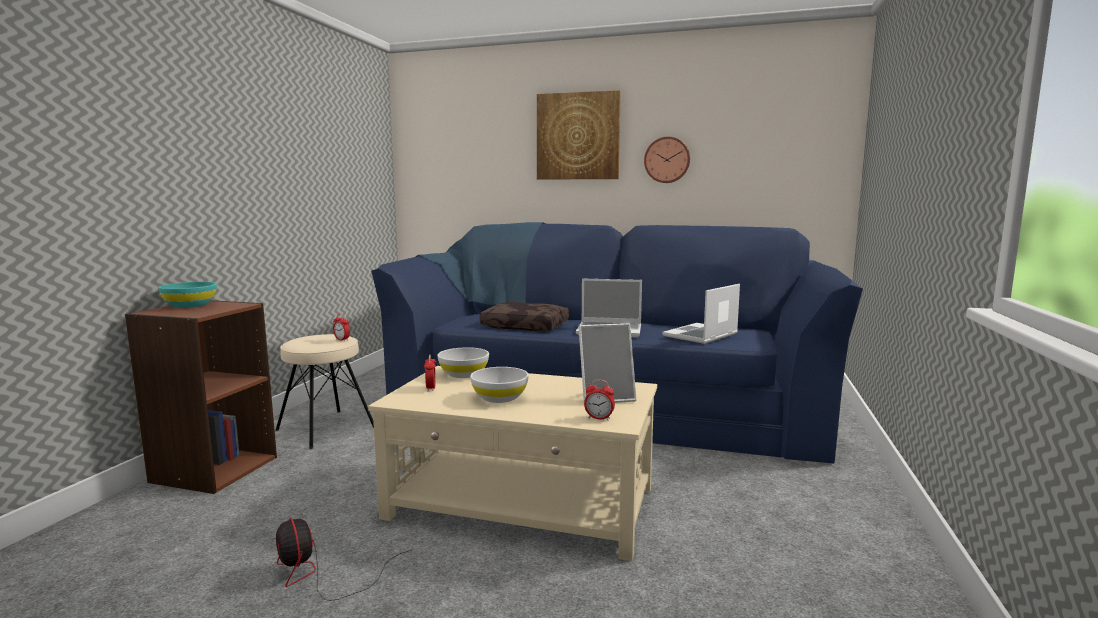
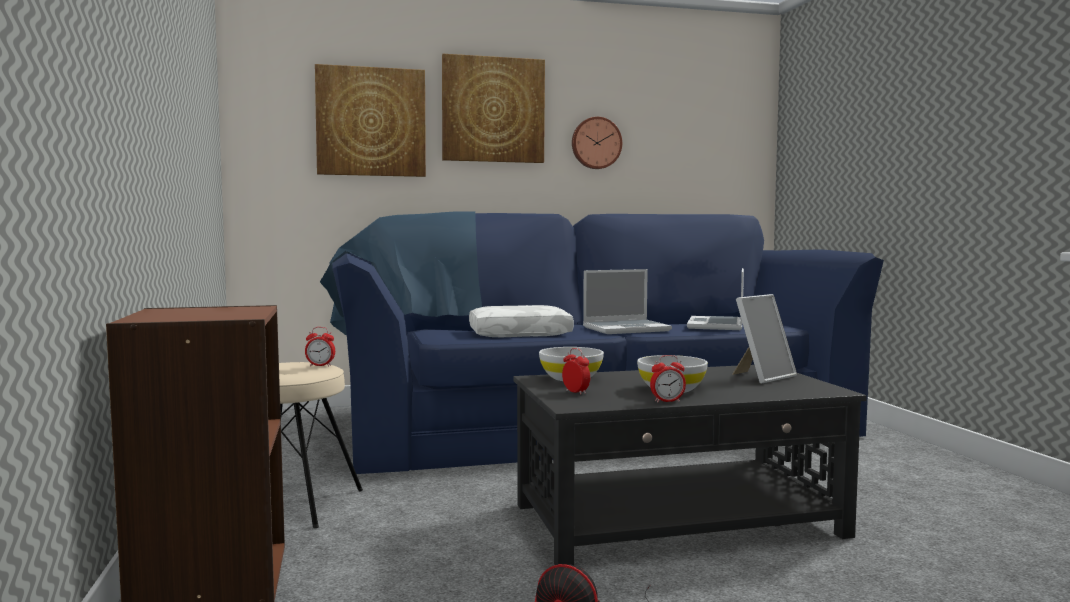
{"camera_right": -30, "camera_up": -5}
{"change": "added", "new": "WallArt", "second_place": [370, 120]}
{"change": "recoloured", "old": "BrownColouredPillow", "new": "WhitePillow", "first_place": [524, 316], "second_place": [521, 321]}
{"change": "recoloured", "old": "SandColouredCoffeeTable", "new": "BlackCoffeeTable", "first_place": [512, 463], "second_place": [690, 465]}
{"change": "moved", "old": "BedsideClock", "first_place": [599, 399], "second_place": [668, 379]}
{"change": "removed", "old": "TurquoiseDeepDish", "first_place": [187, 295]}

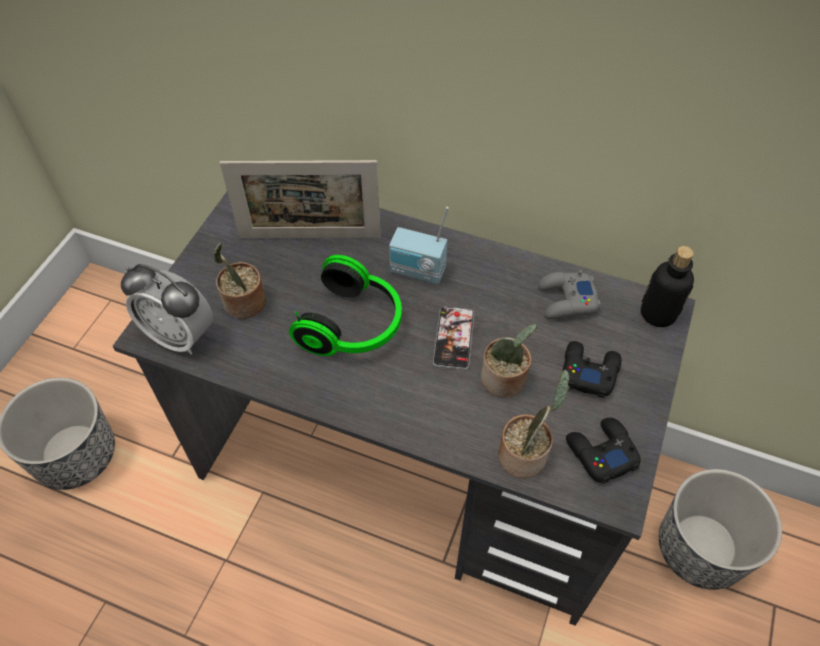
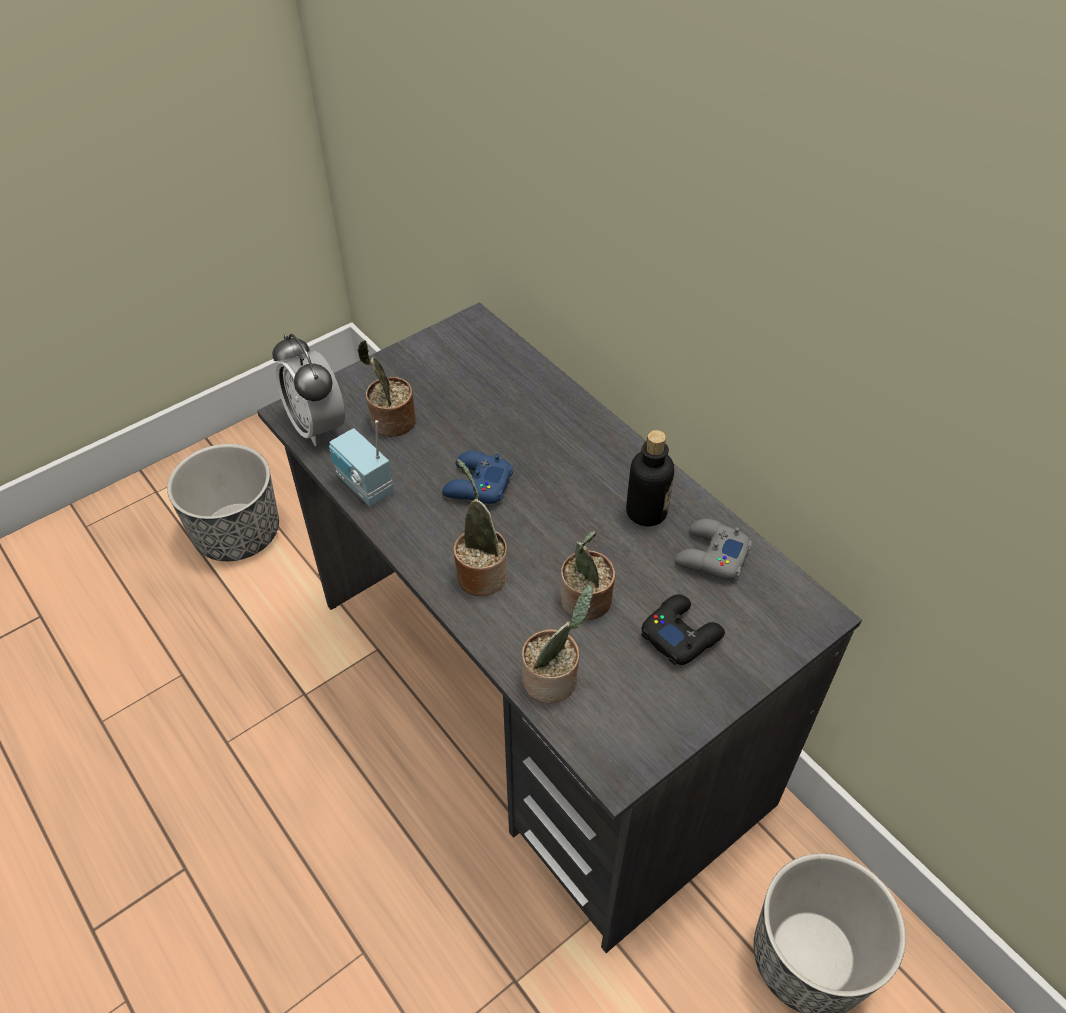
{"camera_right": 30, "camera_up": -5}
{"change": "moved", "old": "RadioReceiver", "first_place": [419, 245], "second_place": [361, 463]}
{"change": "replaced", "old": "Headset", "new": "BlueColouredGameController", "first_place": [345, 305], "second_place": [477, 477]}
{"change": "added", "new": "PottedPlant", "second_place": [480, 527]}
{"change": "moved", "old": "Bottle", "first_place": [667, 286], "second_place": [650, 478]}
{"change": "removed", "old": "PhotoFrame", "first_place": [300, 199]}
{"change": "removed", "old": "Telephone", "first_place": [454, 338]}
{"change": "removed", "old": "BlackGameController", "first_place": [603, 451]}

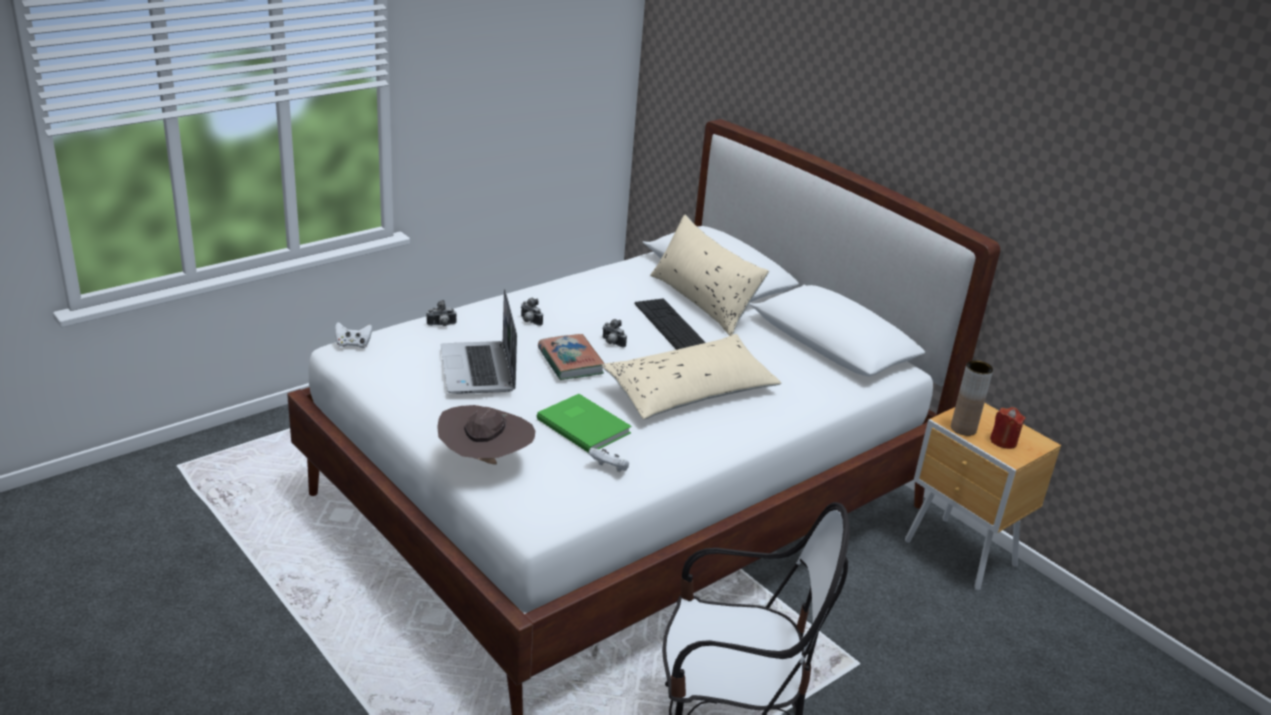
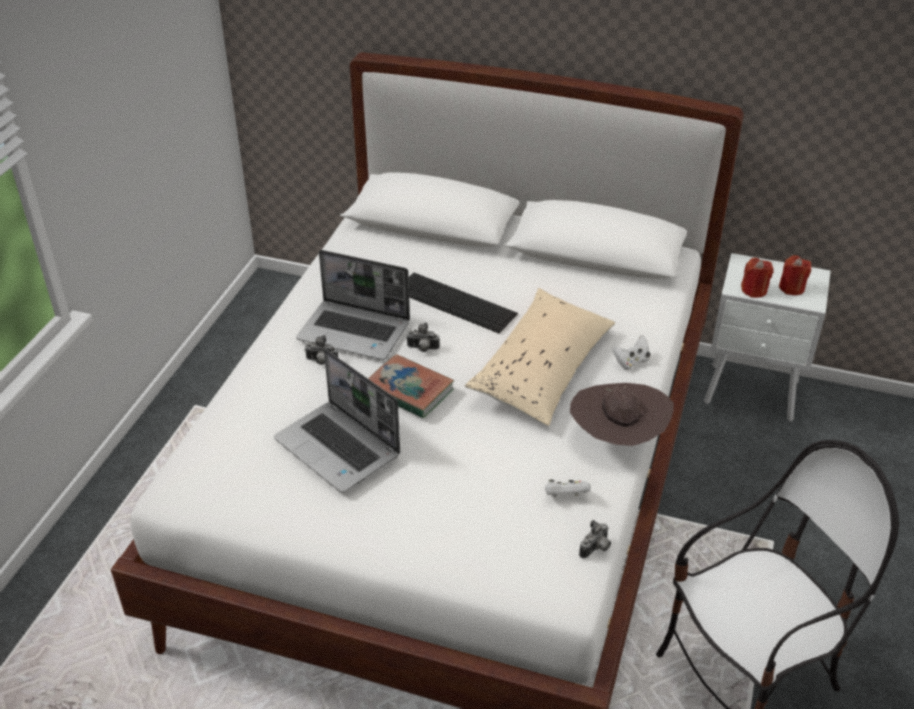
{"camera_right": -30, "camera_up": 10}
{"change": "added", "new": "Laptop", "second_place": [353, 305]}
{"change": "moved", "old": "BrownColouredClothingHat", "first_place": [486, 435], "second_place": [622, 414]}
{"change": "moved", "old": "PhotoCamera", "first_place": [441, 313], "second_place": [595, 539]}
{"change": "moved", "old": "WhiteGameController", "first_place": [353, 335], "second_place": [631, 352]}
{"change": "recoloured", "old": "BrownColouredNightstand", "new": "WhiteNightstand", "first_place": [983, 497], "second_place": [767, 337]}
{"change": "replaced", "old": "BrownColouredFlowerVase", "new": "RedWaxLight", "first_place": [972, 398], "second_place": [757, 278]}
{"change": "removed", "old": "GreenBook", "first_place": [584, 423]}
{"change": "removed", "old": "SandColouredPillow", "first_place": [709, 275]}

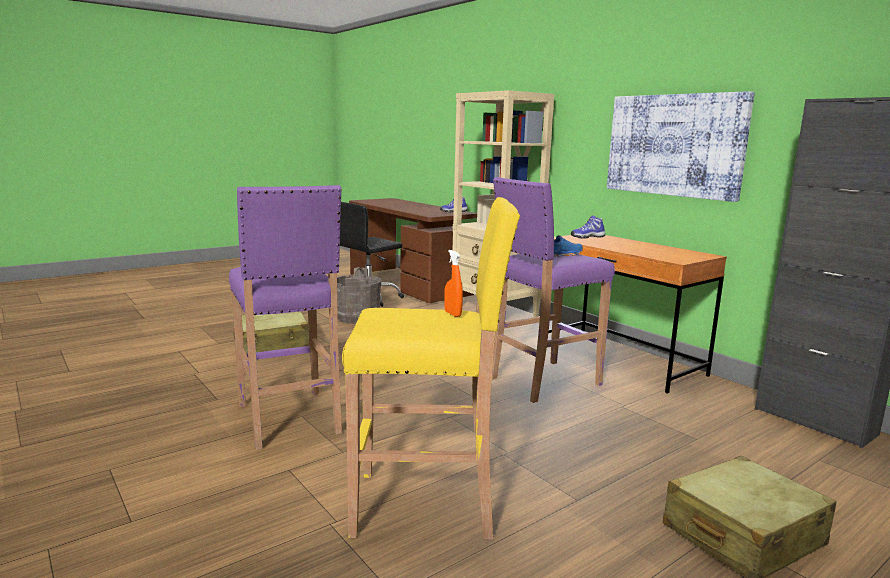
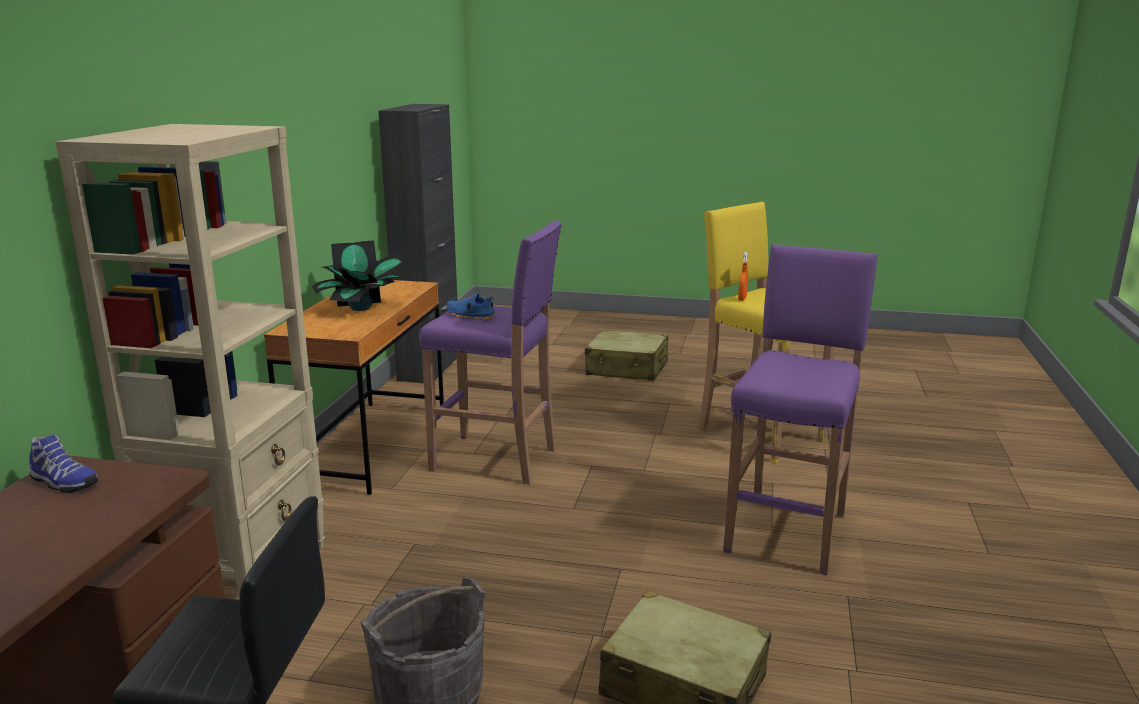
{"camera_right": -130, "camera_up": 5}
{"change": "added", "new": "PottedPlant", "second_place": [359, 275]}
{"change": "removed", "old": "Shoe", "first_place": [588, 226]}
{"change": "removed", "old": "WallArt", "first_place": [681, 146]}

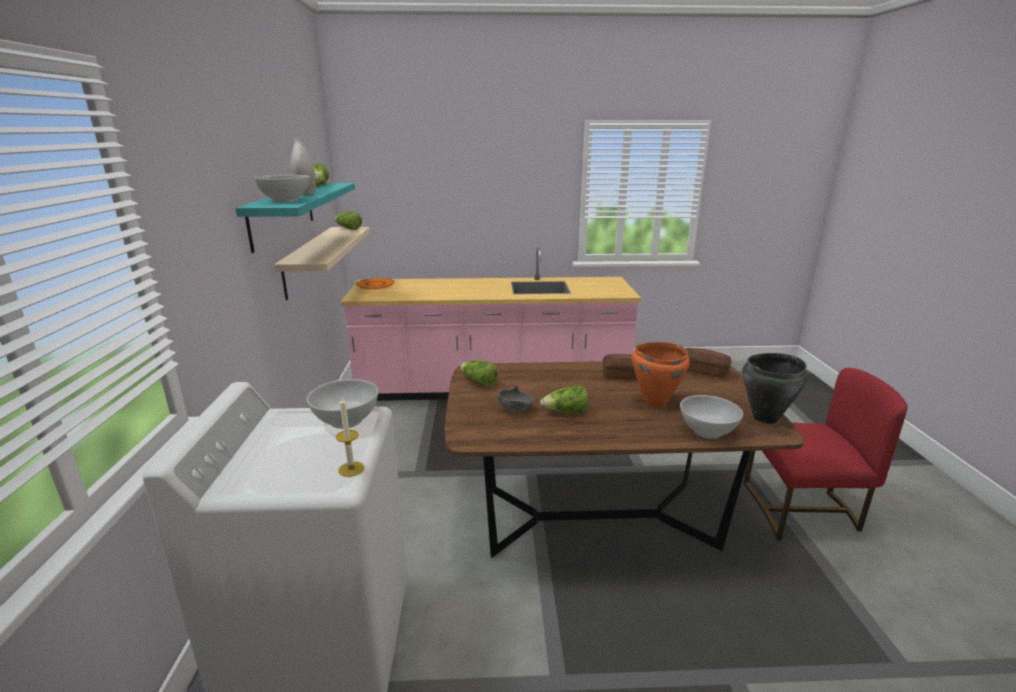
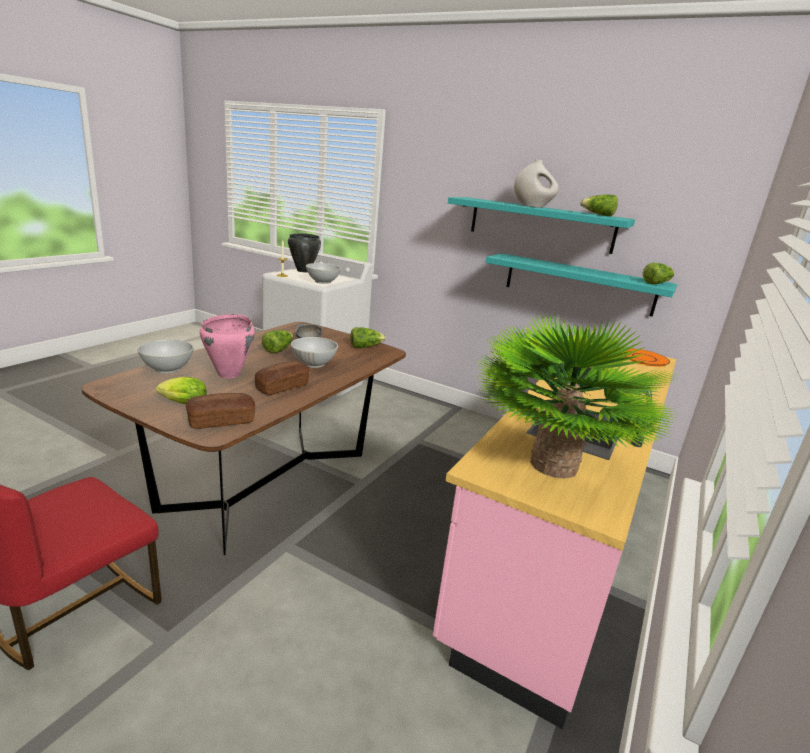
{"camera_right": 120, "camera_up": 0}
{"change": "added", "new": "HeadOfLettuce", "second_place": [181, 390]}
{"change": "recoloured", "old": "OrangeSaucepot", "new": "PinkishSaucepot", "first_place": [661, 375], "second_place": [227, 346]}
{"change": "moved", "old": "BlackSaucepot", "first_place": [775, 388], "second_place": [304, 252]}
{"change": "moved", "old": "WhiteDeepDish", "first_place": [282, 188], "second_place": [314, 352]}
{"change": "added", "new": "PottedPlant", "second_place": [577, 395]}
{"change": "recoloured", "old": "SandColouredWallShelf", "new": "TurquoiseWallShelf", "first_place": [322, 263], "second_place": [581, 285]}

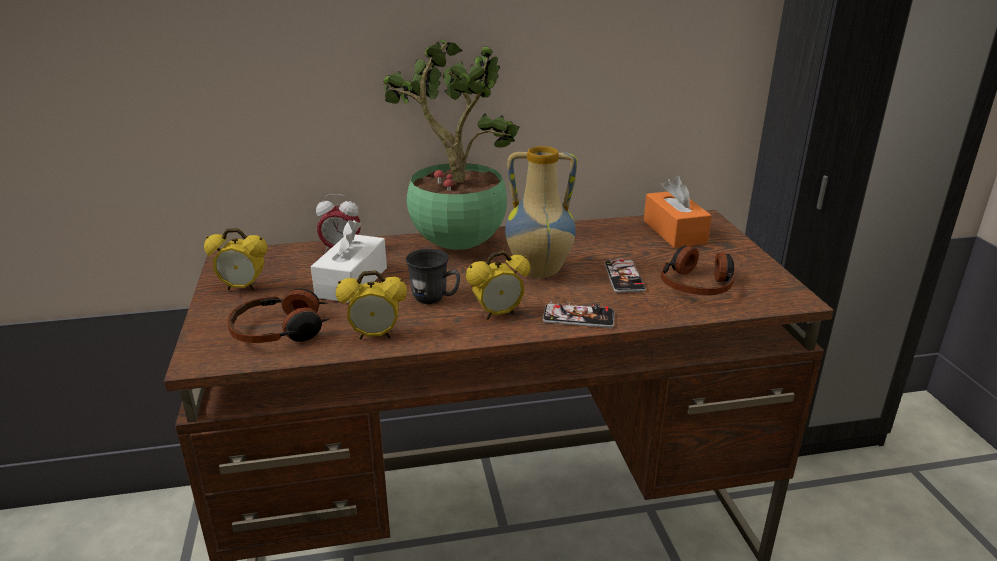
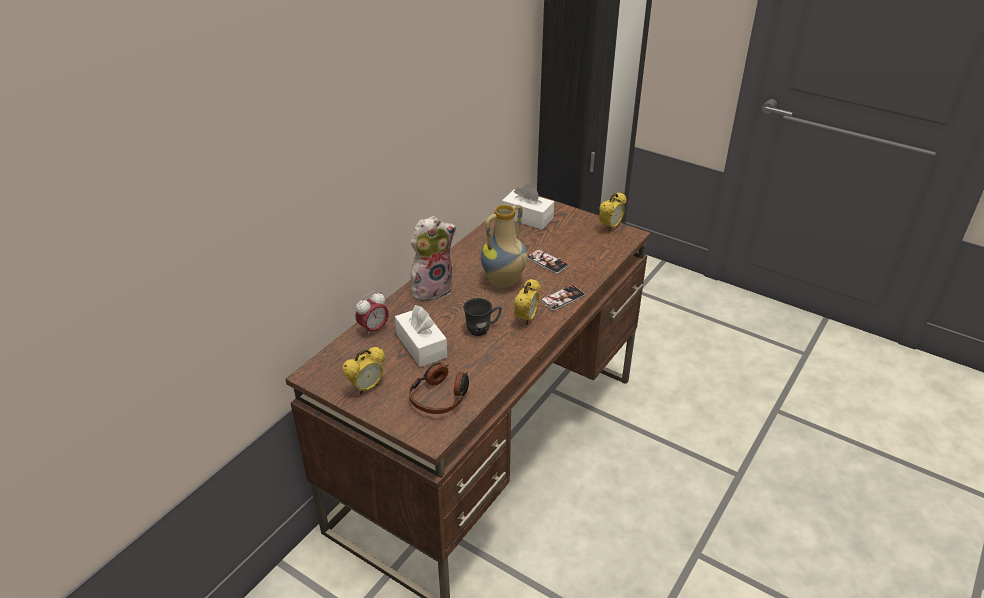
{"camera_right": -45, "camera_up": 10}
{"change": "replaced", "old": "PottedPlant", "new": "CuddlyToy", "first_place": [451, 144], "second_place": [433, 259]}
{"change": "recoloured", "old": "OrangeTissueBox", "new": "WhiteTissueBox", "first_place": [678, 212], "second_place": [528, 206]}
{"change": "moved", "old": "BedsideClock", "first_place": [371, 305], "second_place": [613, 212]}
{"change": "removed", "old": "Headset", "first_place": [697, 270]}

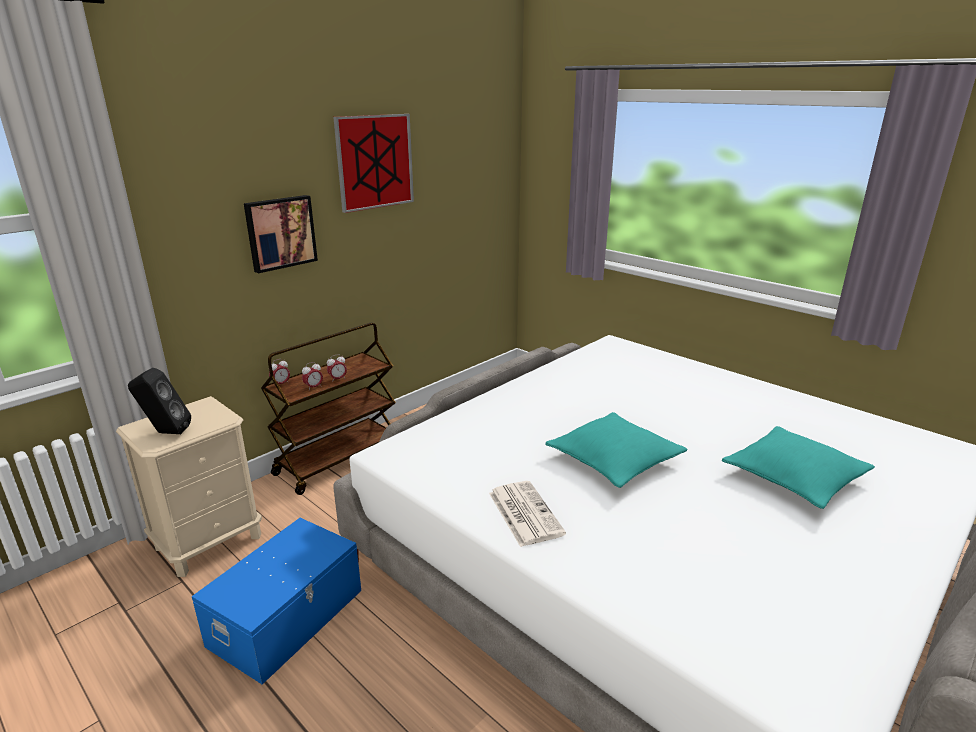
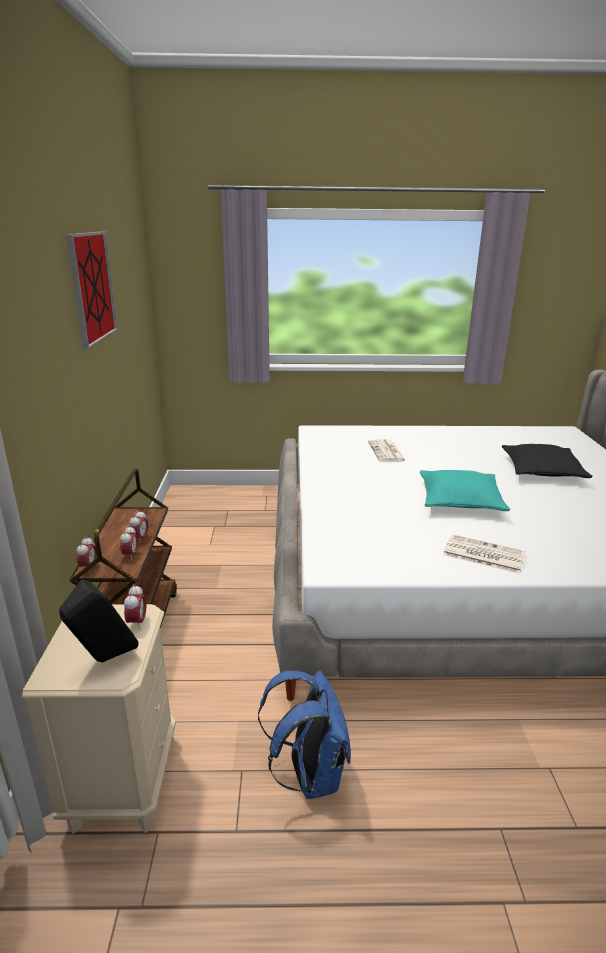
{"camera_right": -45, "camera_up": 0}
{"change": "added", "new": "BedsideClock", "second_place": [135, 607]}
{"change": "replaced", "old": "BlueColouredStorageBin", "new": "BlueColouredRucksack", "first_place": [276, 601], "second_place": [304, 735]}
{"change": "added", "new": "PrintedPaper", "second_place": [387, 450]}
{"change": "recoloured", "old": "TurquoisePillow", "new": "BlackPillow", "first_place": [798, 467], "second_place": [547, 461]}
{"change": "removed", "old": "WallArt", "first_place": [281, 234]}

